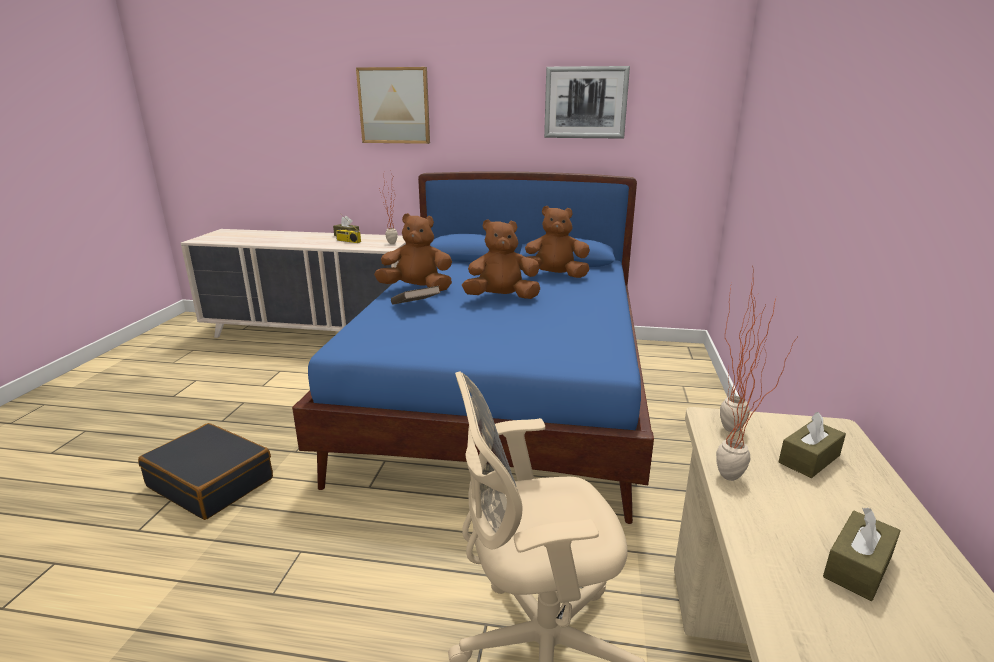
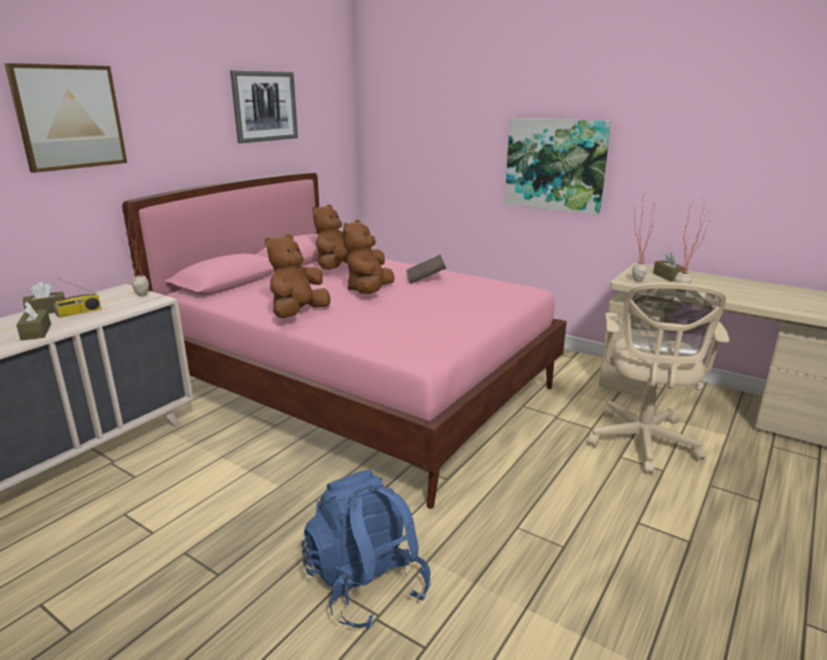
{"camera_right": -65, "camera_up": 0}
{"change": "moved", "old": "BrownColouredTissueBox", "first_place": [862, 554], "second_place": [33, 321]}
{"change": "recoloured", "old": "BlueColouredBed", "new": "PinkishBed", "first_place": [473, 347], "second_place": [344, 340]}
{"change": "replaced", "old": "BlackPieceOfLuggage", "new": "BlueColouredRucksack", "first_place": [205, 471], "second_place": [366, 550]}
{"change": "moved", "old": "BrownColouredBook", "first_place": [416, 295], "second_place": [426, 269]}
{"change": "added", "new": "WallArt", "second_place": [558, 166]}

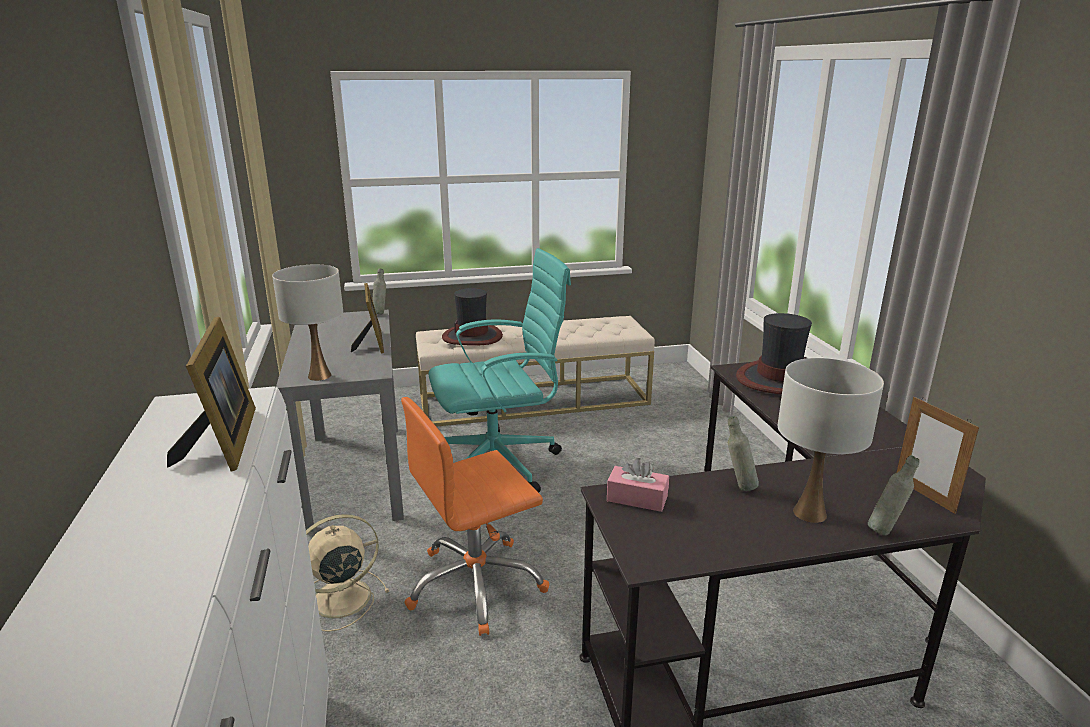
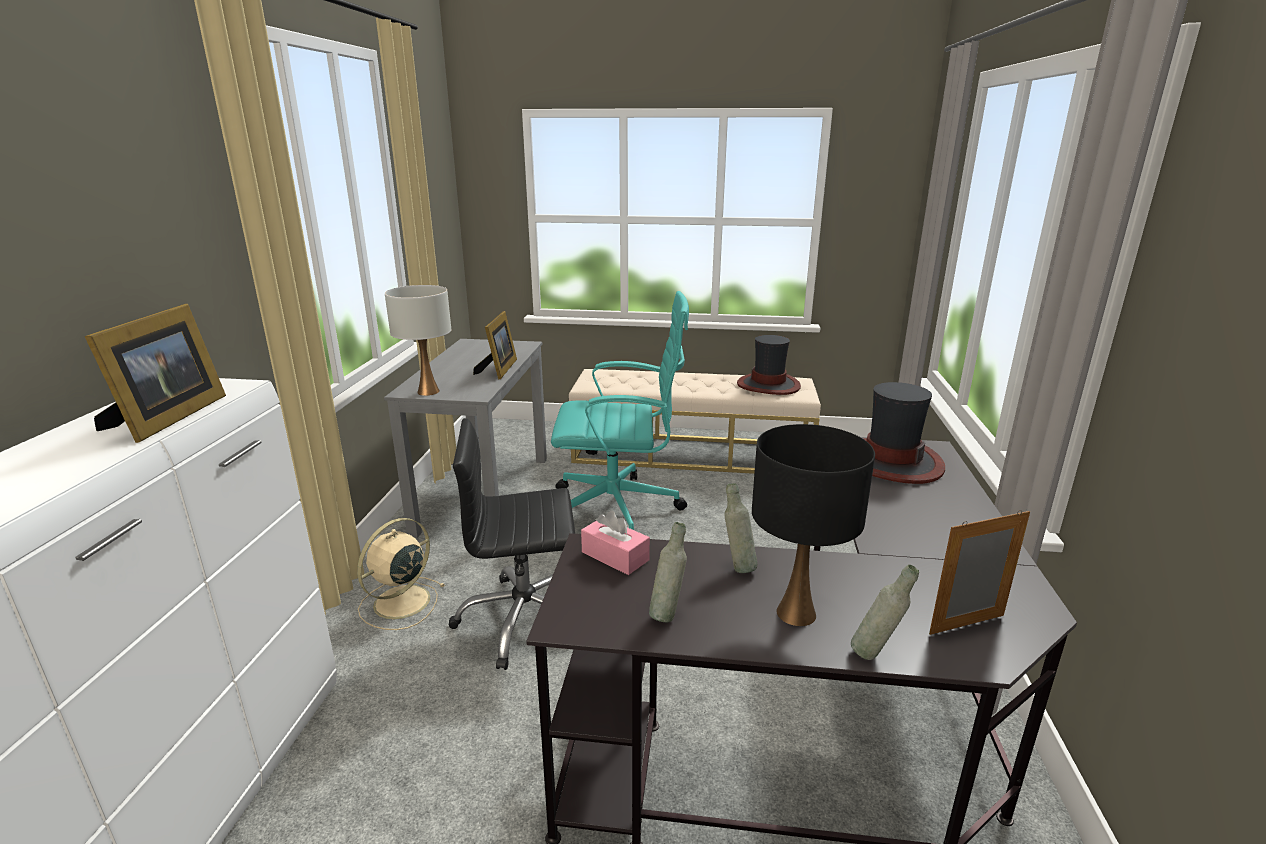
{"camera_right": 20, "camera_up": 0}
{"change": "turned", "old": "SandColouredElectricFan", "first_place": [347, 573], "second_place": [400, 574], "degrees": -45}
{"change": "recoloured", "old": "OrangeDeskChair", "new": "BlackDeskChair", "first_place": [475, 516], "second_place": [512, 544]}
{"change": "moved", "old": "GreyBottle", "first_place": [379, 291], "second_place": [668, 572]}
{"change": "moved", "old": "ClothingHat", "first_place": [472, 317], "second_place": [769, 365]}
{"change": "recoloured", "old": "WhiteTableLamp", "new": "BlackTableLamp", "first_place": [831, 440], "second_place": [813, 525]}
{"change": "turned", "old": "PhotoFrame", "first_place": [938, 455], "second_place": [979, 572], "degrees": 75}

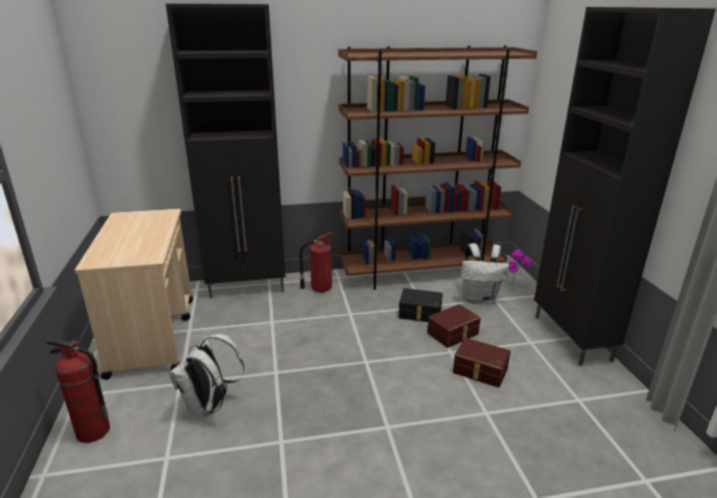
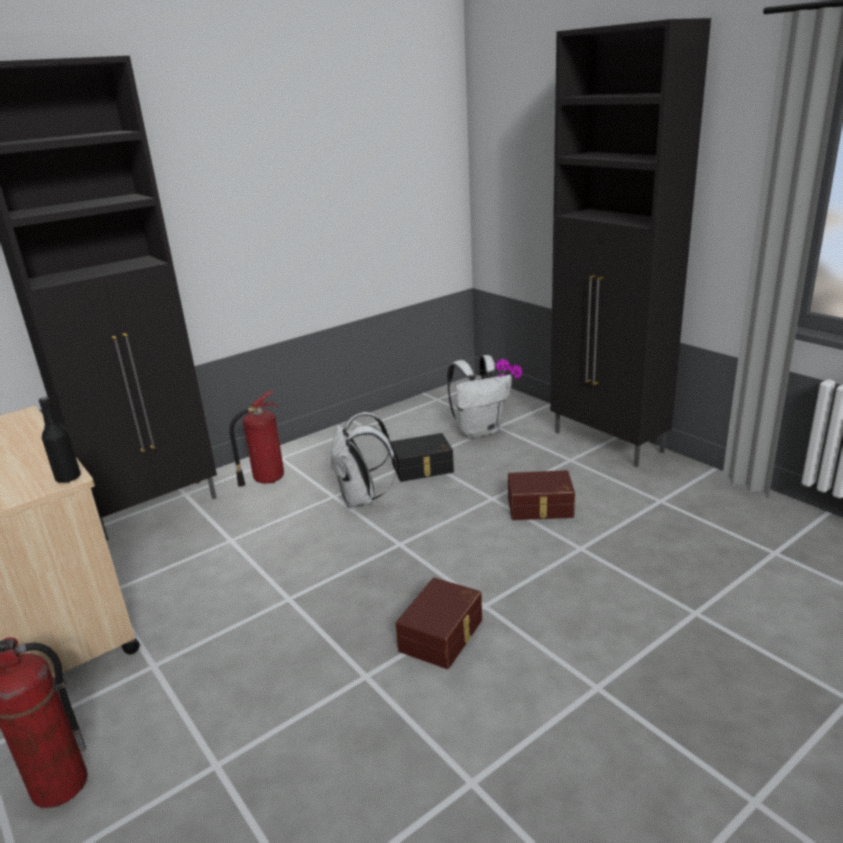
{"camera_right": -25, "camera_up": 0}
{"change": "added", "new": "BlackBottle", "second_place": [60, 440]}
{"change": "moved", "old": "WhiteRucksack", "first_place": [207, 375], "second_place": [363, 460]}
{"change": "moved", "old": "BrownColouredStorageBin", "first_place": [454, 326], "second_place": [439, 623]}
{"change": "removed", "old": "BrownColouredBookshelf", "first_place": [437, 167]}

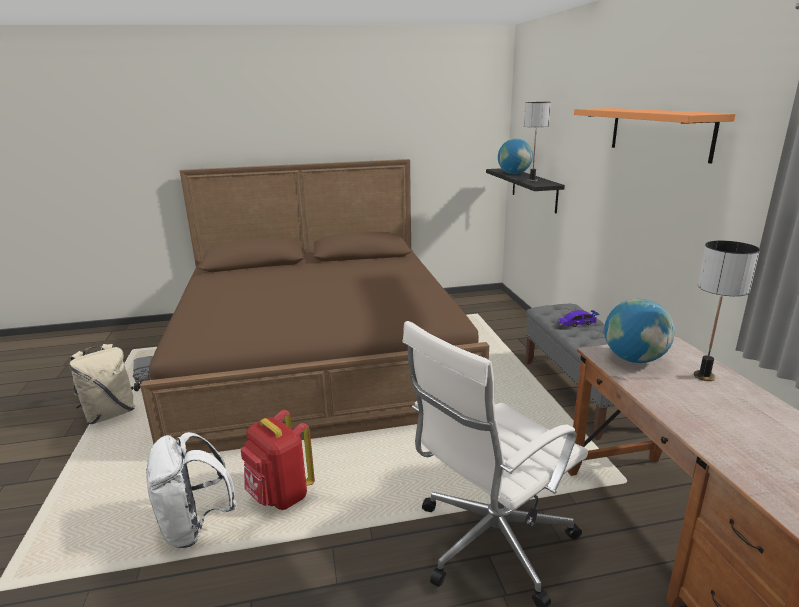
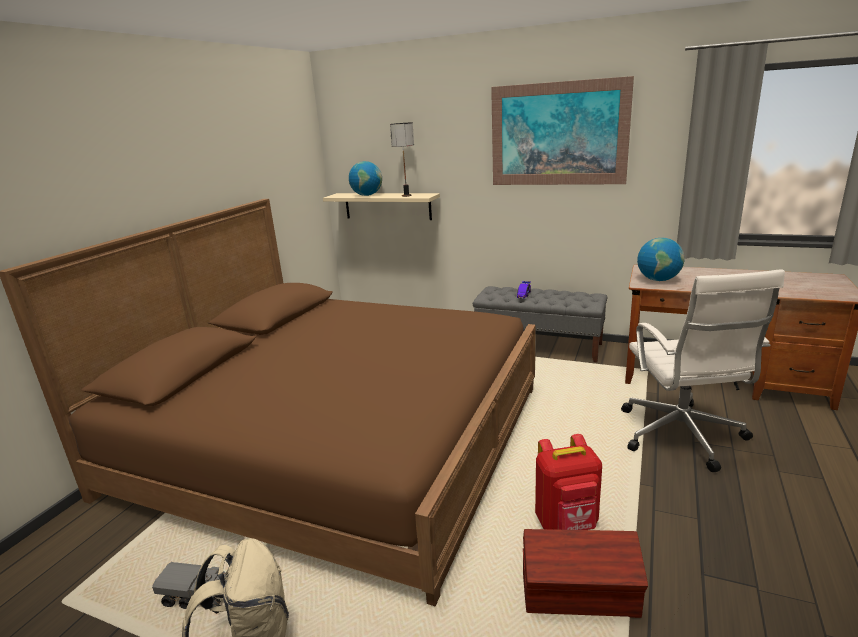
{"camera_right": -55, "camera_up": 0}
{"change": "recoloured", "old": "BlackWallShelf", "new": "SandColouredWallShelf", "first_place": [525, 190], "second_place": [381, 206]}
{"change": "replaced", "old": "OrangeWallShelf", "new": "WallArt", "first_place": [655, 136], "second_place": [562, 130]}
{"change": "replaced", "old": "WhiteRucksack", "new": "BrownColouredStorageBin", "first_place": [191, 490], "second_place": [585, 573]}
{"change": "removed", "old": "TableLamp", "first_place": [727, 311]}

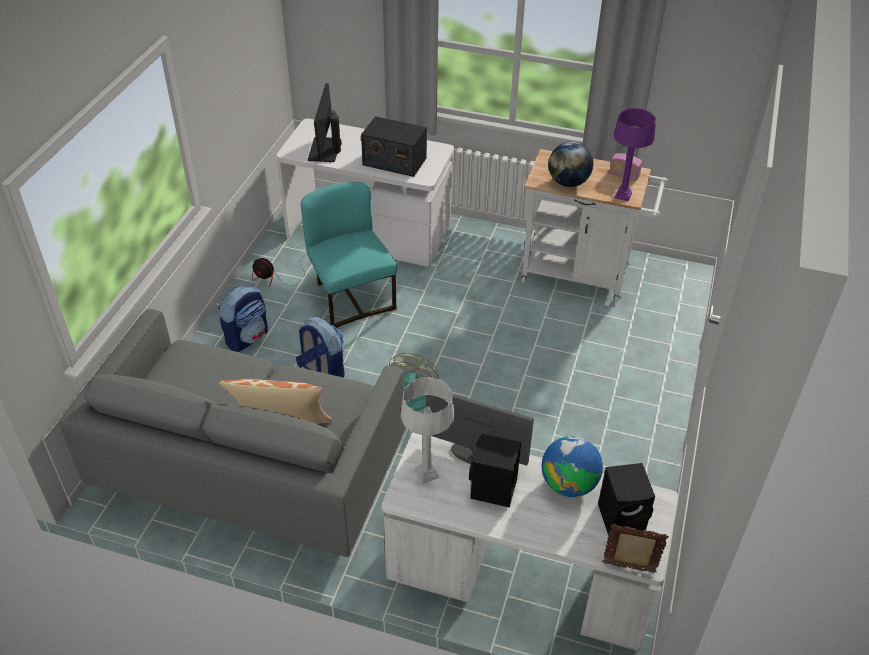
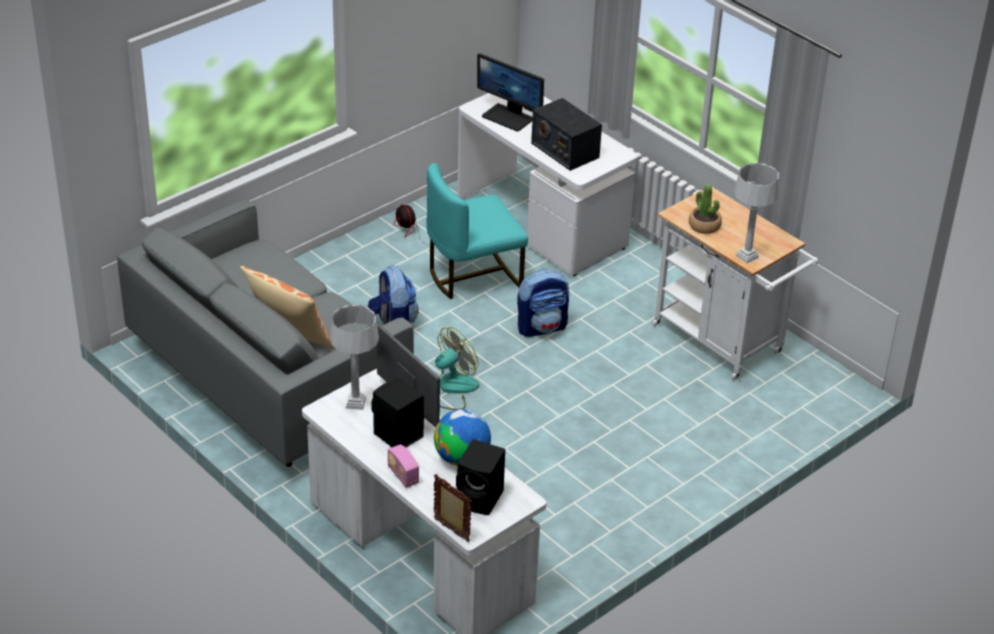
{"camera_right": 30, "camera_up": -5}
{"change": "moved", "old": "RadioReceiver", "first_place": [625, 167], "second_place": [403, 466]}
{"change": "turned", "old": "TurquoiseUprightChair", "first_place": [349, 255], "second_place": [477, 231], "degrees": -120}
{"change": "turned", "old": "ComputerScreen", "first_place": [325, 122], "second_place": [510, 92], "degrees": -90}
{"change": "moved", "old": "Rucksack", "first_place": [243, 318], "second_place": [543, 303]}
{"change": "replaced", "old": "WorldGlobe", "new": "PottedPlant", "first_place": [570, 164], "second_place": [705, 209]}
{"change": "recoloured", "old": "PurpleTableLamp", "new": "GreyTableLamp", "first_place": [635, 154], "second_place": [756, 213]}

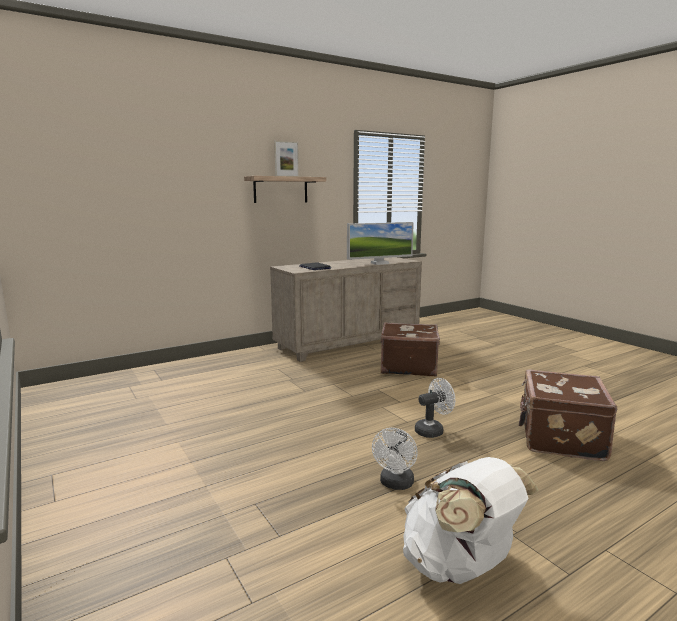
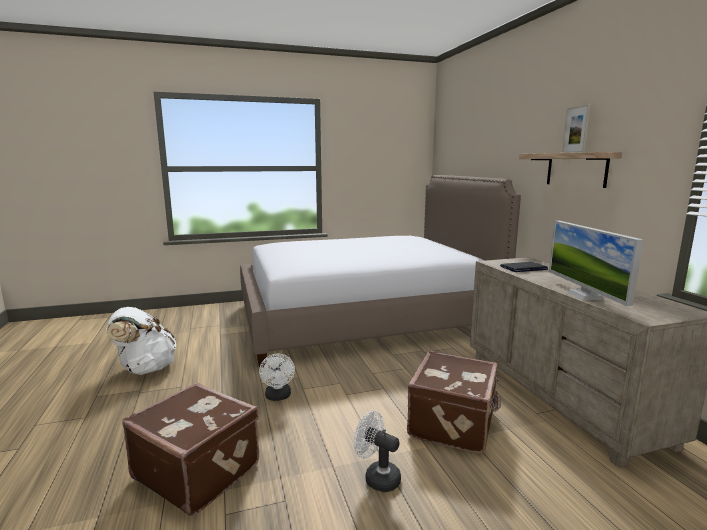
{"camera_right": 105, "camera_up": 0}
{"change": "added", "new": "Bed", "second_place": [380, 271]}
{"change": "moved", "old": "WhiteElectricFan", "first_place": [395, 459], "second_place": [377, 451]}

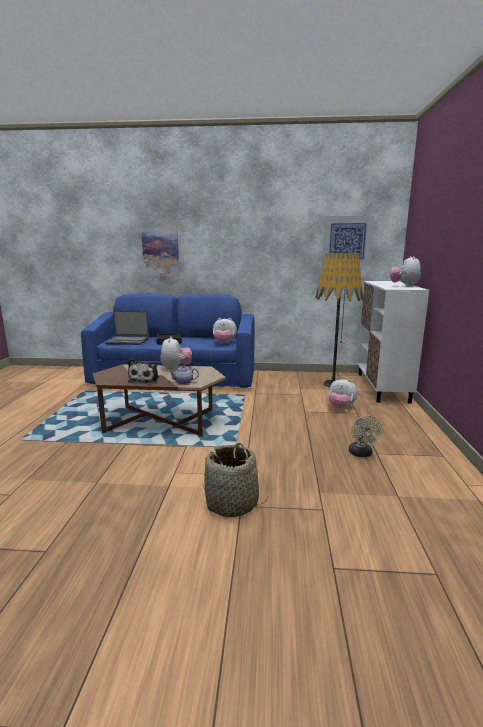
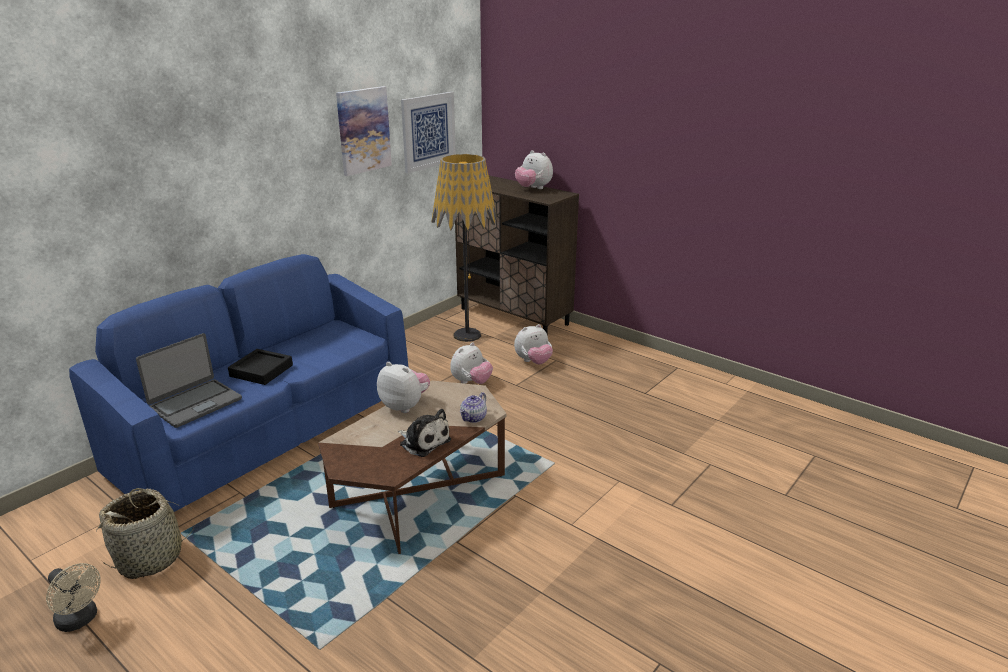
{"camera_right": -55, "camera_up": 10}
{"change": "moved", "old": "SandColouredElectricFan", "first_place": [365, 436], "second_place": [73, 597]}
{"change": "moved", "old": "Basket", "first_place": [235, 480], "second_place": [145, 533]}
{"change": "moved", "old": "WallArt", "first_place": [160, 251], "second_place": [364, 131]}
{"change": "moved", "old": "CuddlyToy", "first_place": [225, 331], "second_place": [471, 363]}
{"change": "recoloured", "old": "WhiteStorageCabinet", "new": "BrownColouredStorageCabinet", "first_place": [393, 342], "second_place": [517, 254]}

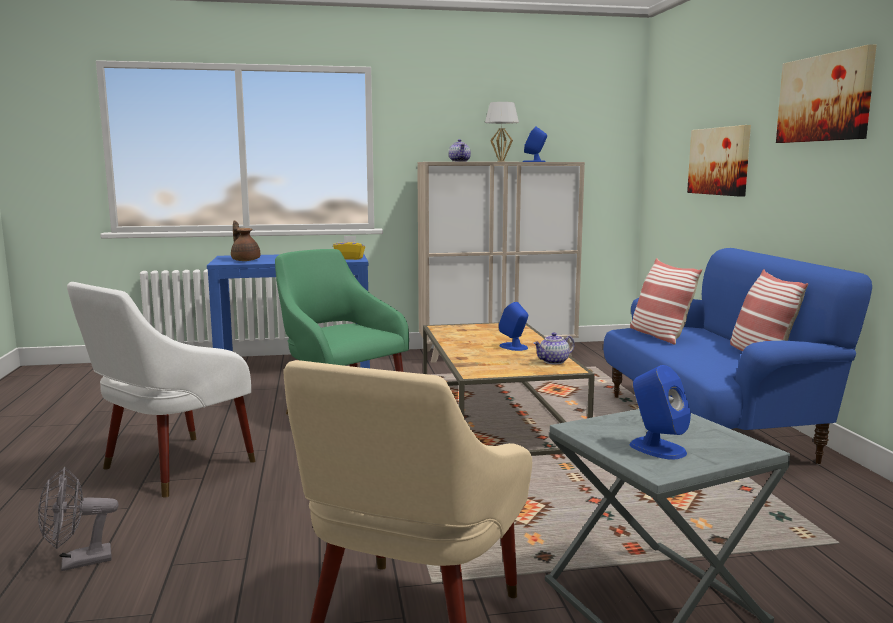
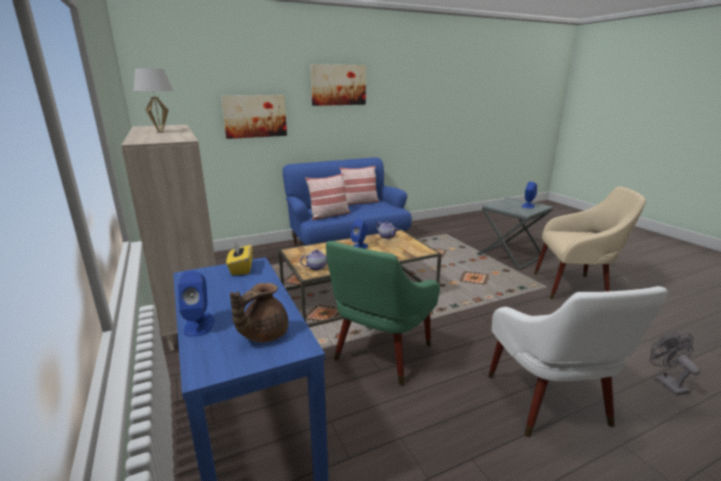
{"camera_right": -105, "camera_up": 10}
{"change": "moved", "old": "BlueColouredSpeaker", "first_place": [535, 144], "second_place": [196, 303]}
{"change": "moved", "old": "Teapot", "first_place": [460, 150], "second_place": [313, 260]}
{"change": "turned", "old": "WhiteArmchair", "first_place": [161, 390], "second_place": [578, 361], "degrees": 60}
{"change": "turned", "old": "GreyElectricFan", "first_place": [78, 519], "second_place": [675, 364], "degrees": -150}

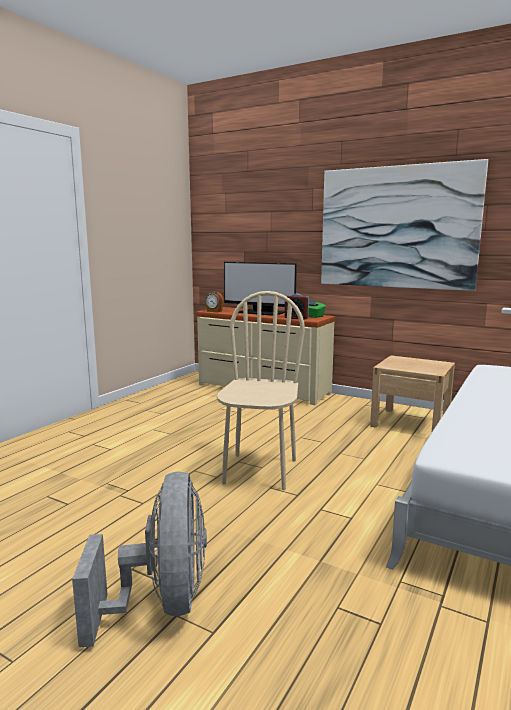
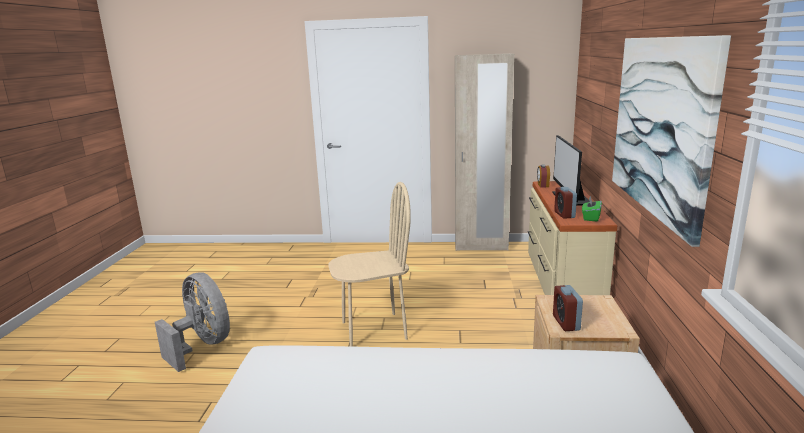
{"camera_right": 65, "camera_up": 5}
{"change": "turned", "old": "GreyElectricFan", "first_place": [139, 559], "second_place": [192, 322], "degrees": -105}
{"change": "added", "new": "SandColouredWardrobe", "second_place": [484, 152]}
{"change": "added", "new": "BedsideClock", "second_place": [568, 308]}

